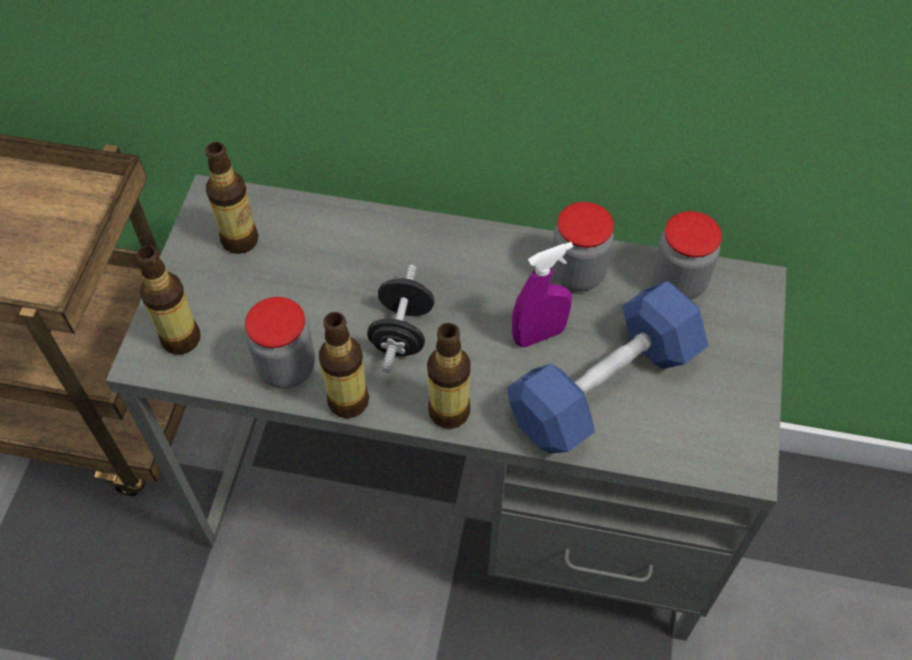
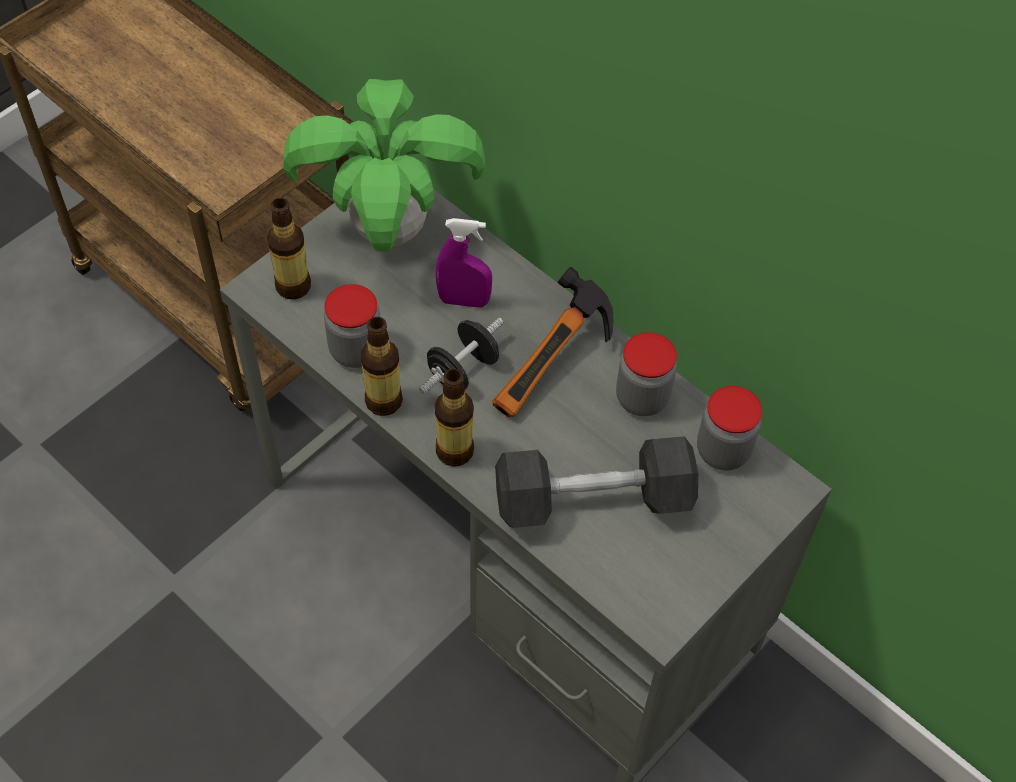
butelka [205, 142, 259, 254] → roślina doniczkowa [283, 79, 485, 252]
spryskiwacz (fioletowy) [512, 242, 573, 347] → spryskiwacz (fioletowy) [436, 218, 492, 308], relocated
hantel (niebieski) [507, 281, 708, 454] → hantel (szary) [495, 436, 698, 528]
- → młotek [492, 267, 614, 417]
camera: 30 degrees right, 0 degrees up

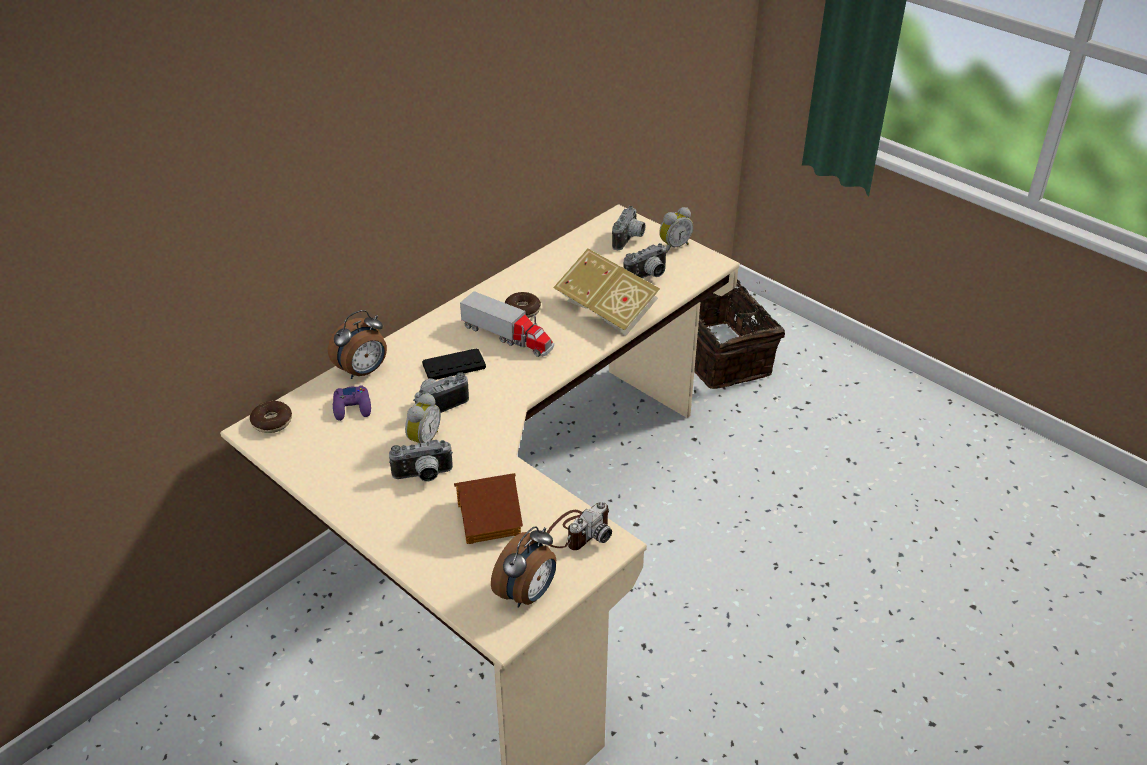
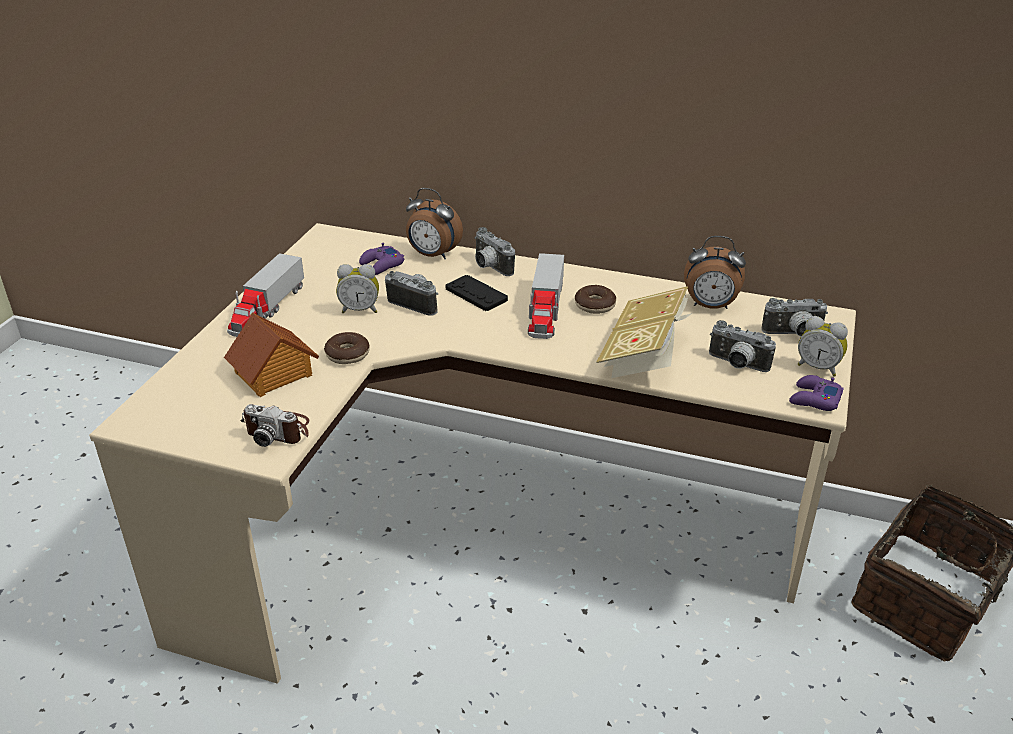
donut [250, 401, 292, 433] → donut [324, 332, 370, 364], relocated
aparat fotograficzny [389, 440, 453, 482] → aparat fotograficzny [475, 227, 515, 276], relocated
budzik [491, 526, 556, 608] → budzik [684, 236, 746, 309], relocated
- → ciężarówka zabawkowa [227, 253, 304, 337]
- → pad do gier (fioletowy) [789, 375, 844, 411]
camera: 65 degrees right, 5 degrees down

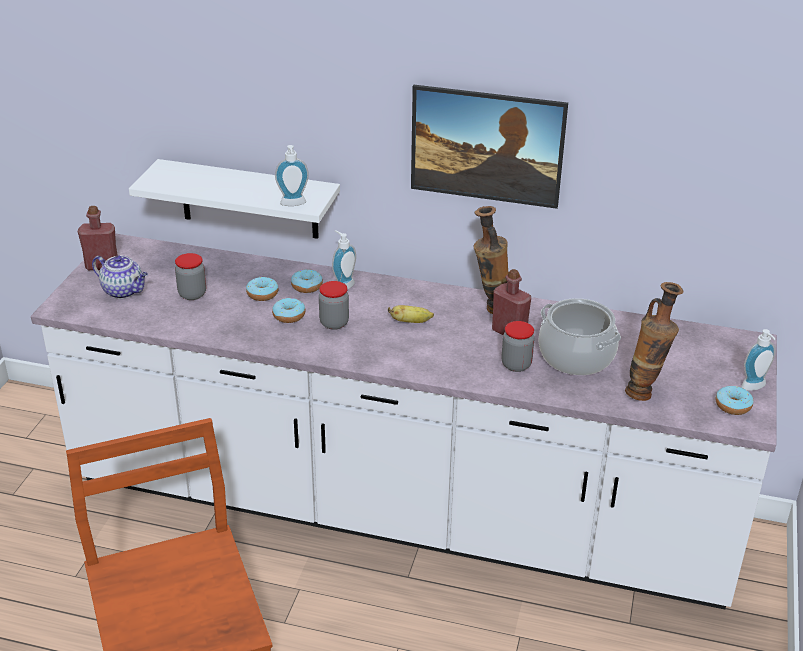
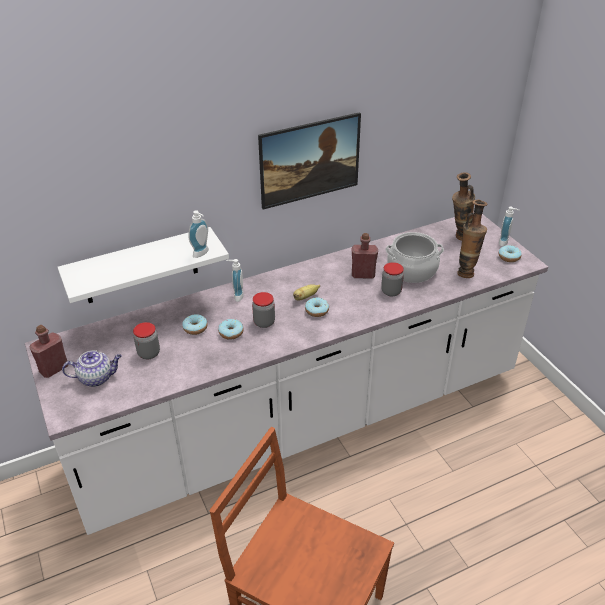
wazon [474, 206, 509, 314] → wazon [452, 172, 475, 241], relocated
donut [291, 269, 323, 293] → donut [305, 297, 329, 317], relocated
camera: 40 degrees left, 5 degrees up

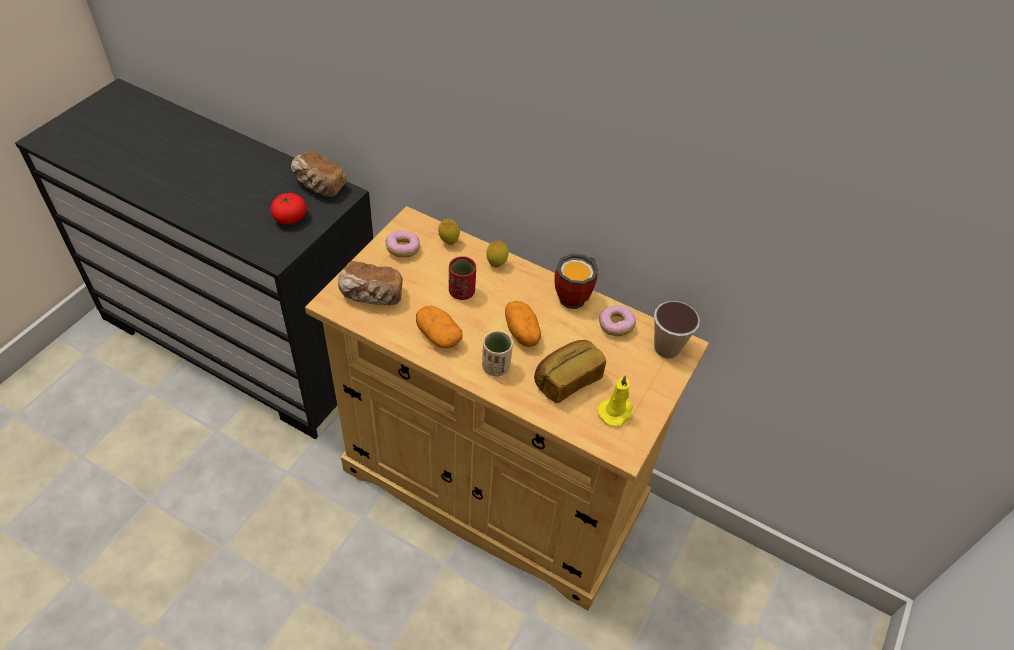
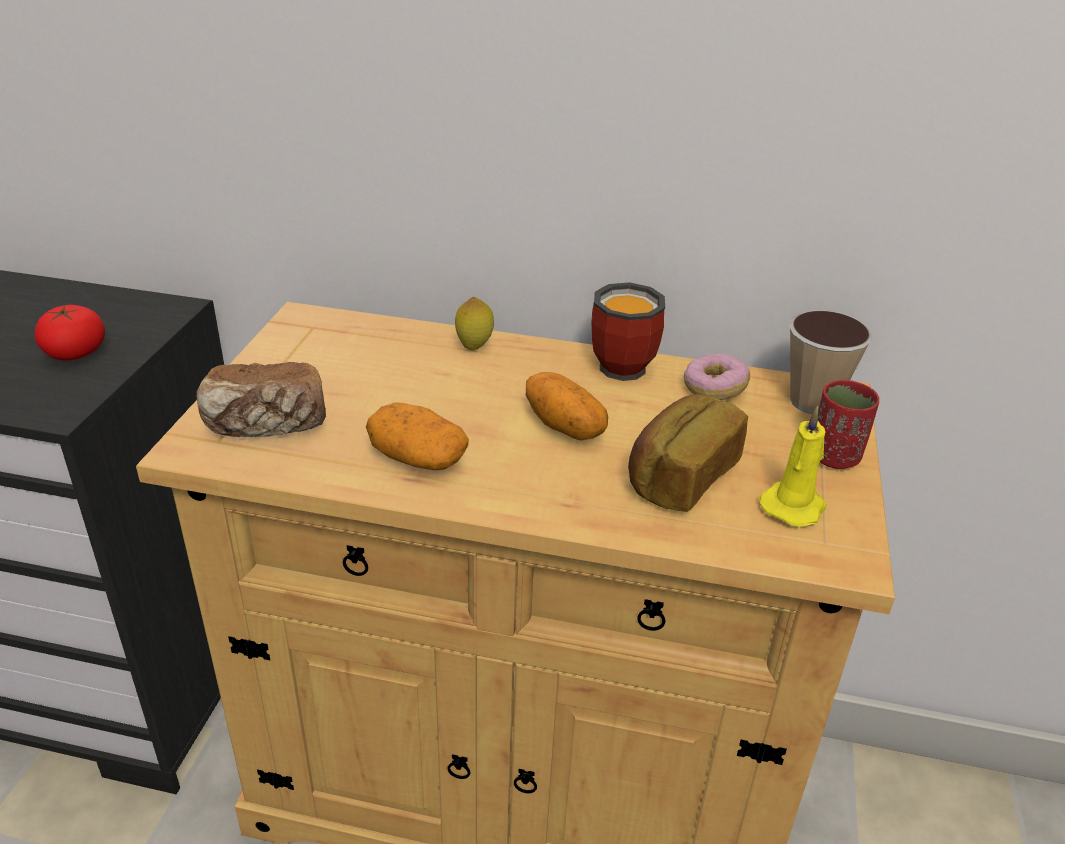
chleb [291, 151, 347, 197] → -
cytryna [438, 219, 460, 245] → -
donut [385, 231, 420, 258] → -
filiżanka (czerwony) [449, 256, 476, 300] → filiżanka (czerwony) [818, 379, 879, 469], relocated
filiżanka (beżowy) [482, 330, 513, 377] → -
camera: 15 degrees left, 15 degrees down

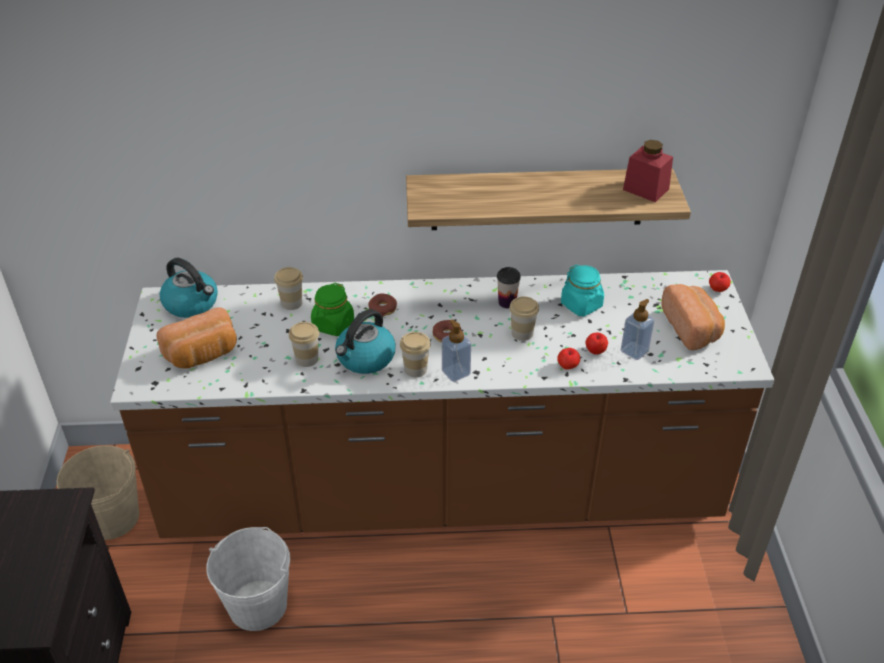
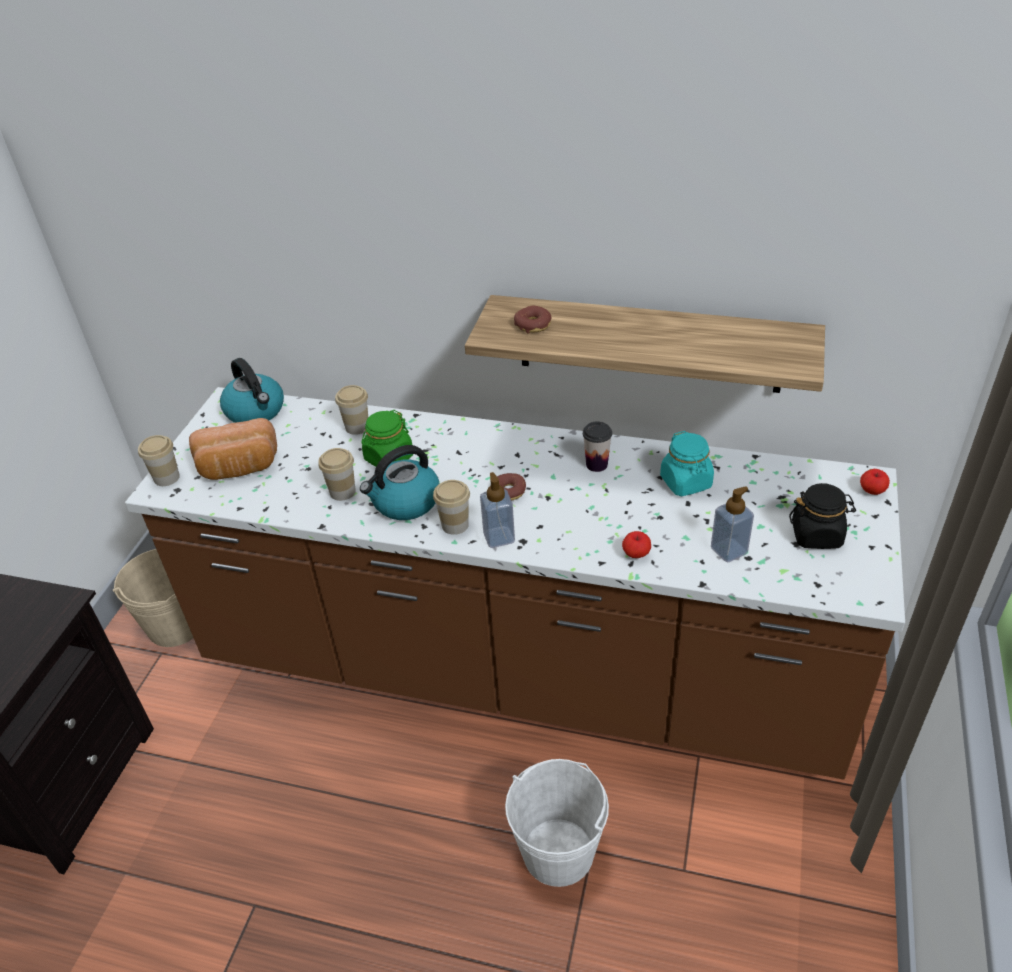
słoik (czerwony) [623, 140, 673, 202] → -
chleb [662, 284, 725, 351] → słoik (czarny) [789, 483, 856, 549]
donut [368, 293, 397, 317] → donut [514, 306, 552, 334], relocated
filiżanka [509, 296, 539, 341] → filiżanka [138, 435, 180, 486], relocated
jabłko [585, 333, 608, 355] → -
wiadro (biały) [206, 527, 290, 631] → wiadro (biały) [505, 759, 609, 887], relocated
camera: 20 degrees right, 0 degrees up

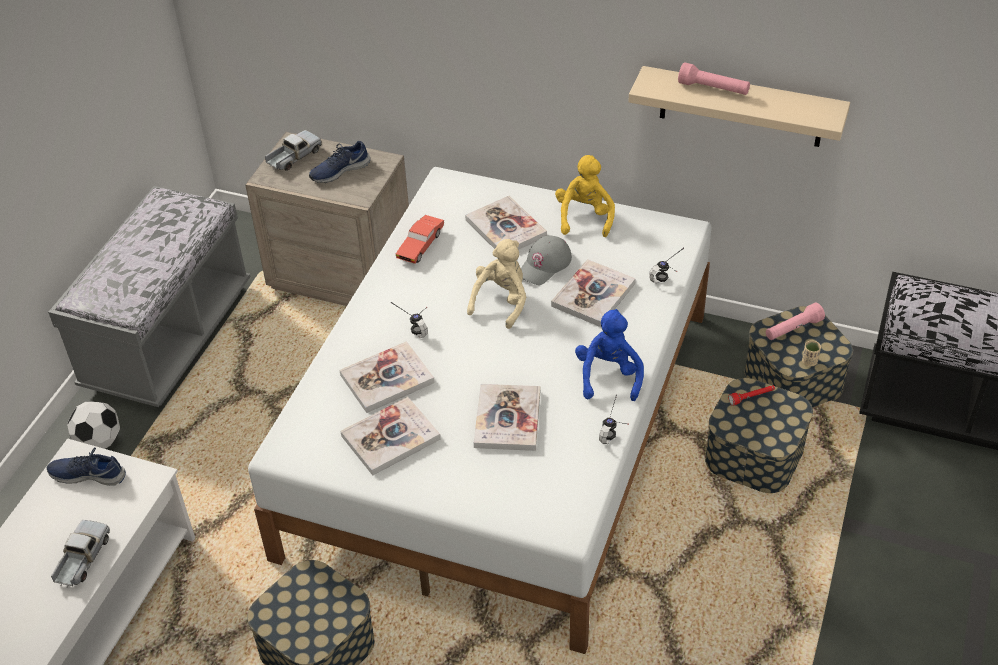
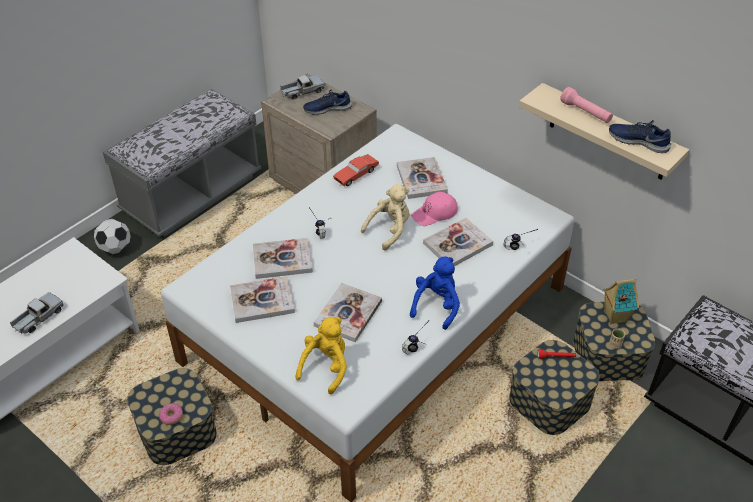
pluszak (żółty) [555, 155, 615, 237] → pluszak (żółty) [295, 317, 347, 395], relocated
czapka z daszkiem (szary) [521, 236, 572, 285] → czapka z daszkiem (różowy) [411, 192, 458, 226]
latarka (różowy) [766, 303, 825, 340] → domek [603, 279, 639, 325]
but (niebieski) [47, 447, 126, 486] → but (niebieski) [609, 120, 671, 153], relocated
- → donut [159, 403, 183, 425]
camera: 20 degrees right, 0 degrees up

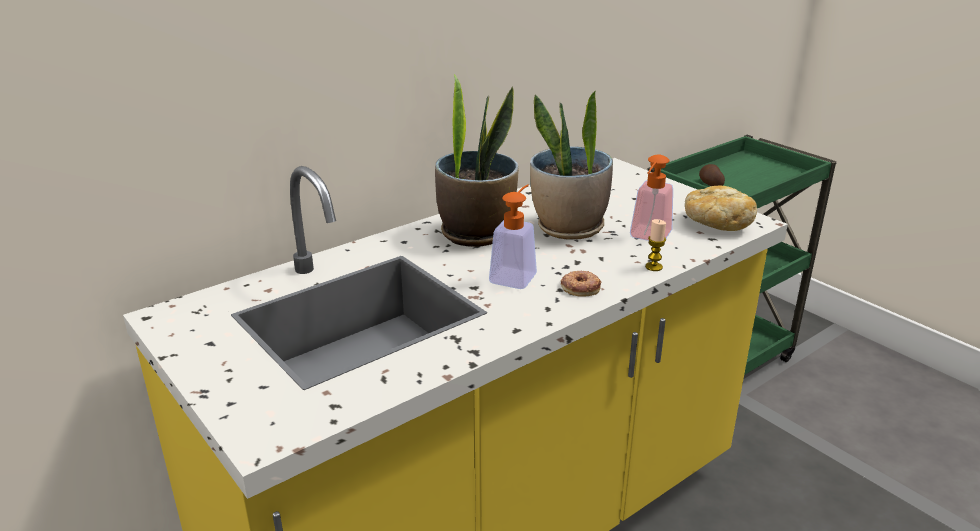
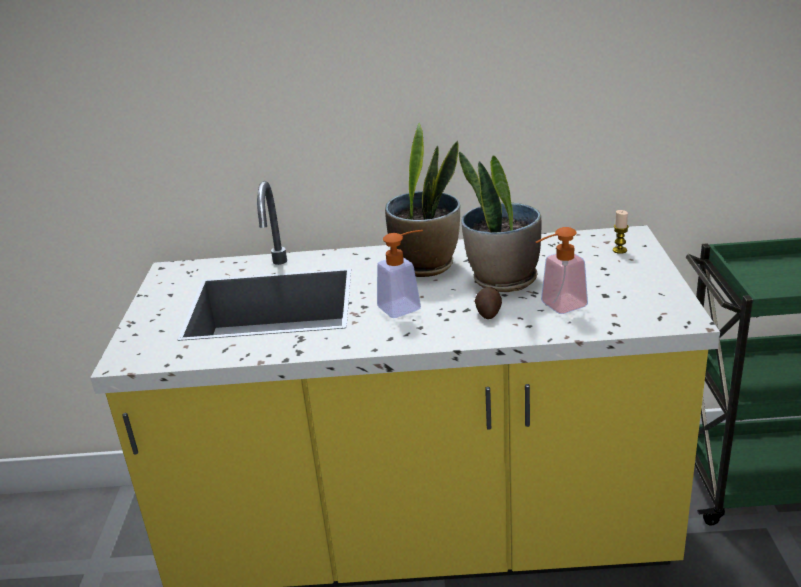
ziemniak [699, 164, 725, 186] → ziemniak [475, 287, 502, 319], relocated
chleb [685, 186, 757, 231] → -
świeca [645, 219, 666, 271] → świeca [613, 210, 629, 254], relocated
donut [561, 271, 601, 297] → -
camera: 40 degrees right, 0 degrees up

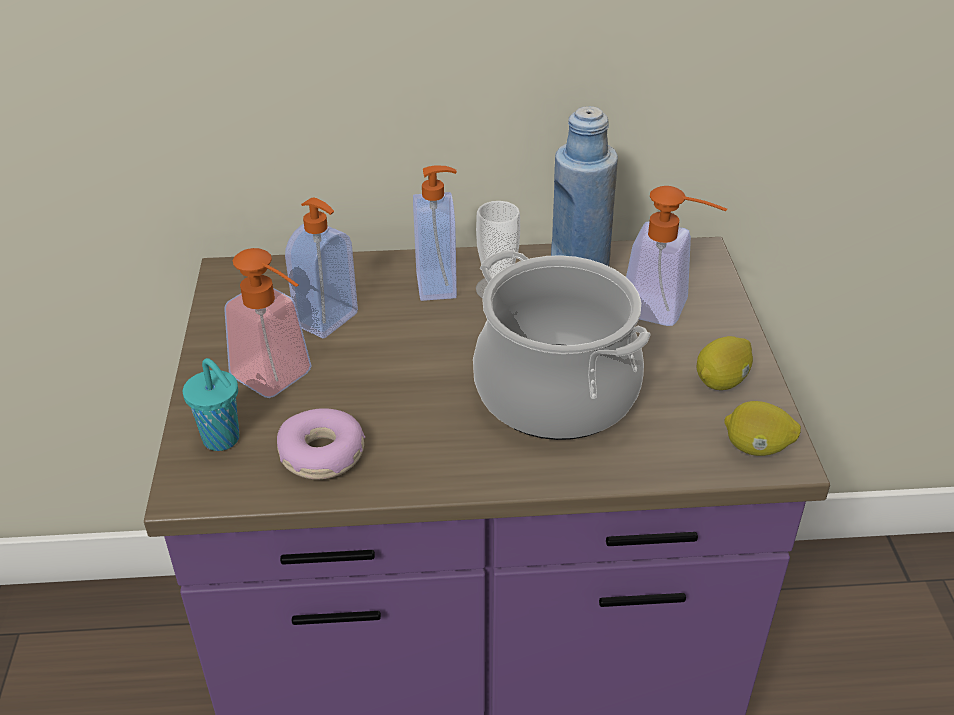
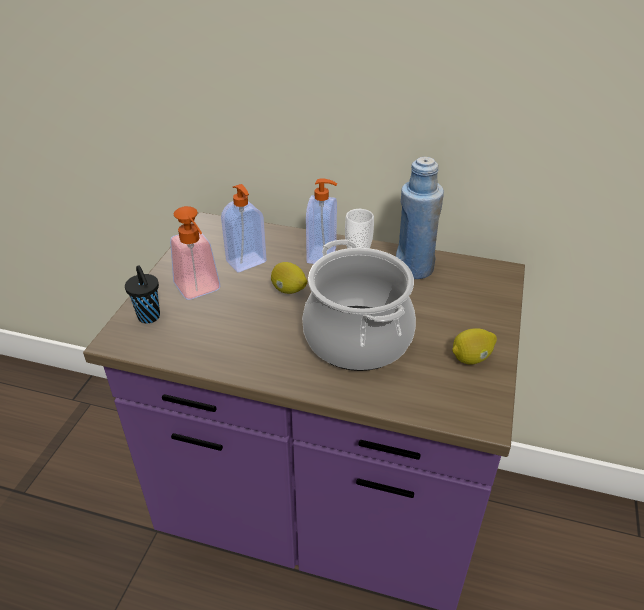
dozownik mydła [626, 186, 727, 326] → -
filiżanka (turkusowy) [183, 358, 239, 451] → filiżanka (czarny) [125, 265, 160, 323]
cytryna [724, 401, 801, 456] → cytryna [271, 262, 307, 294], relocated
donut [277, 408, 365, 480] → -
camera: 20 degrees right, 0 degrees up

